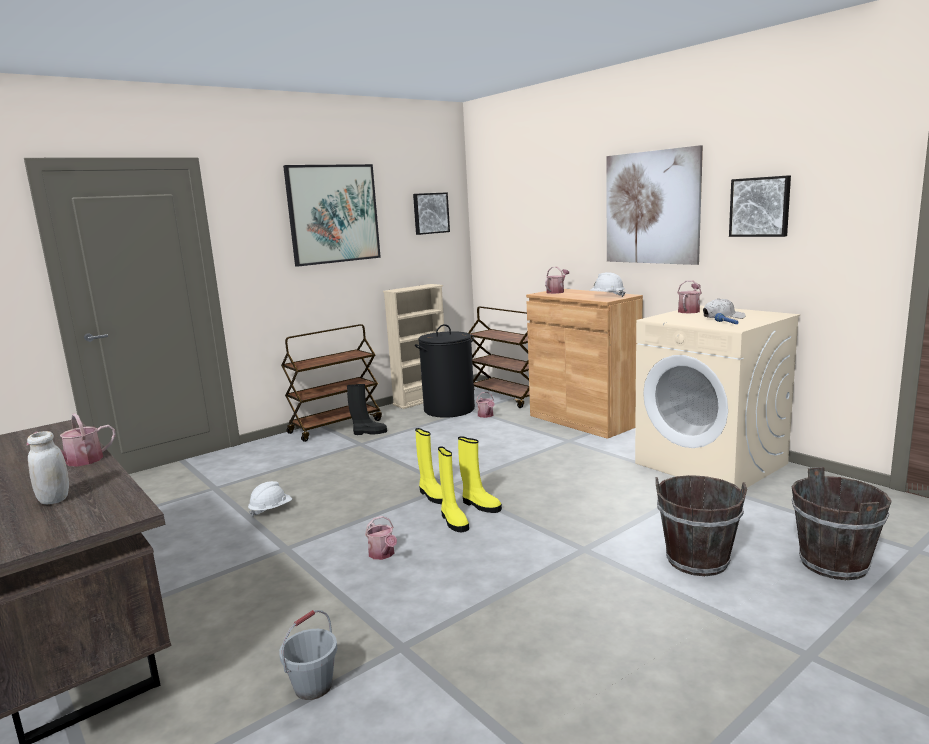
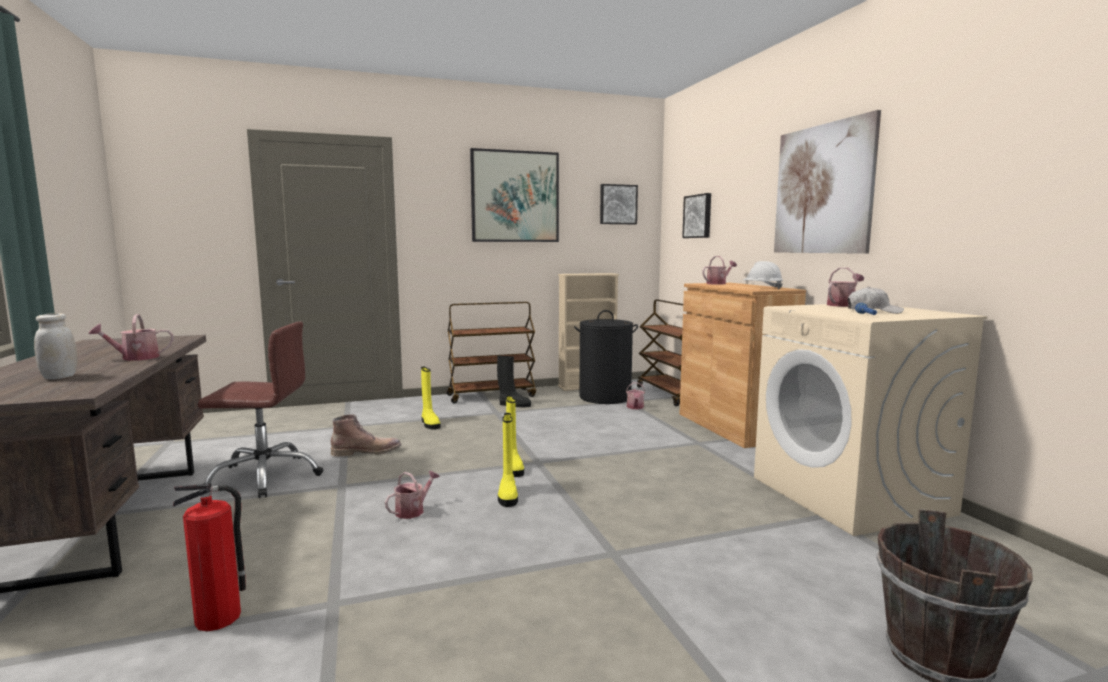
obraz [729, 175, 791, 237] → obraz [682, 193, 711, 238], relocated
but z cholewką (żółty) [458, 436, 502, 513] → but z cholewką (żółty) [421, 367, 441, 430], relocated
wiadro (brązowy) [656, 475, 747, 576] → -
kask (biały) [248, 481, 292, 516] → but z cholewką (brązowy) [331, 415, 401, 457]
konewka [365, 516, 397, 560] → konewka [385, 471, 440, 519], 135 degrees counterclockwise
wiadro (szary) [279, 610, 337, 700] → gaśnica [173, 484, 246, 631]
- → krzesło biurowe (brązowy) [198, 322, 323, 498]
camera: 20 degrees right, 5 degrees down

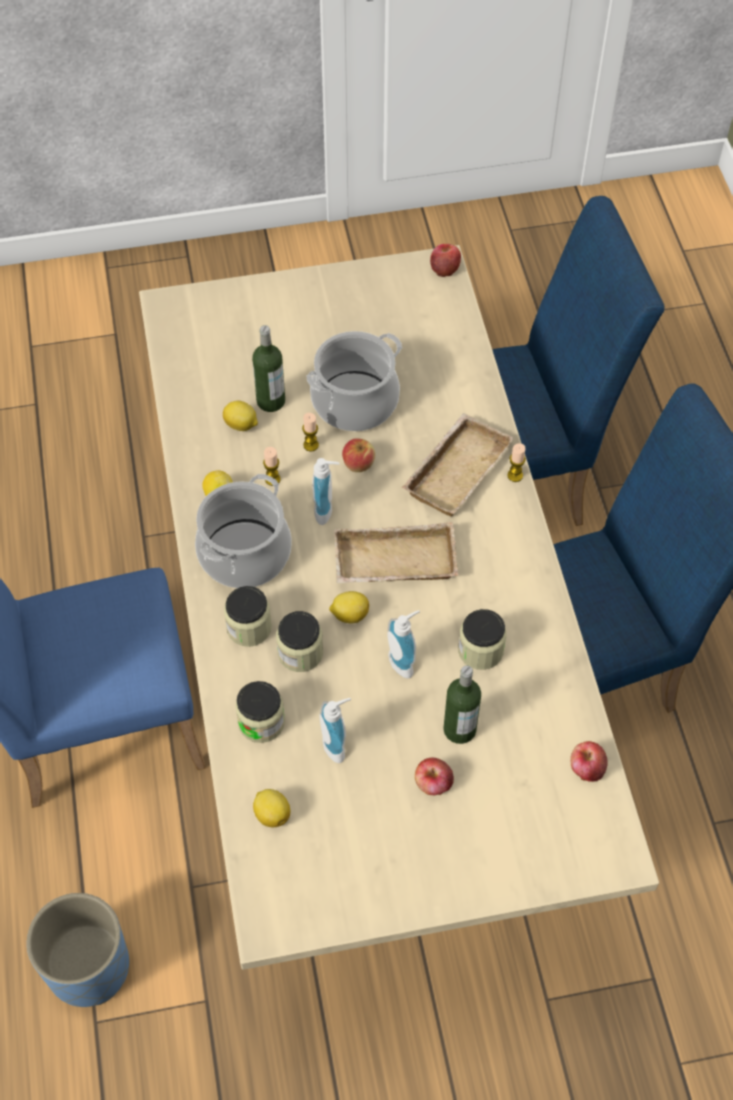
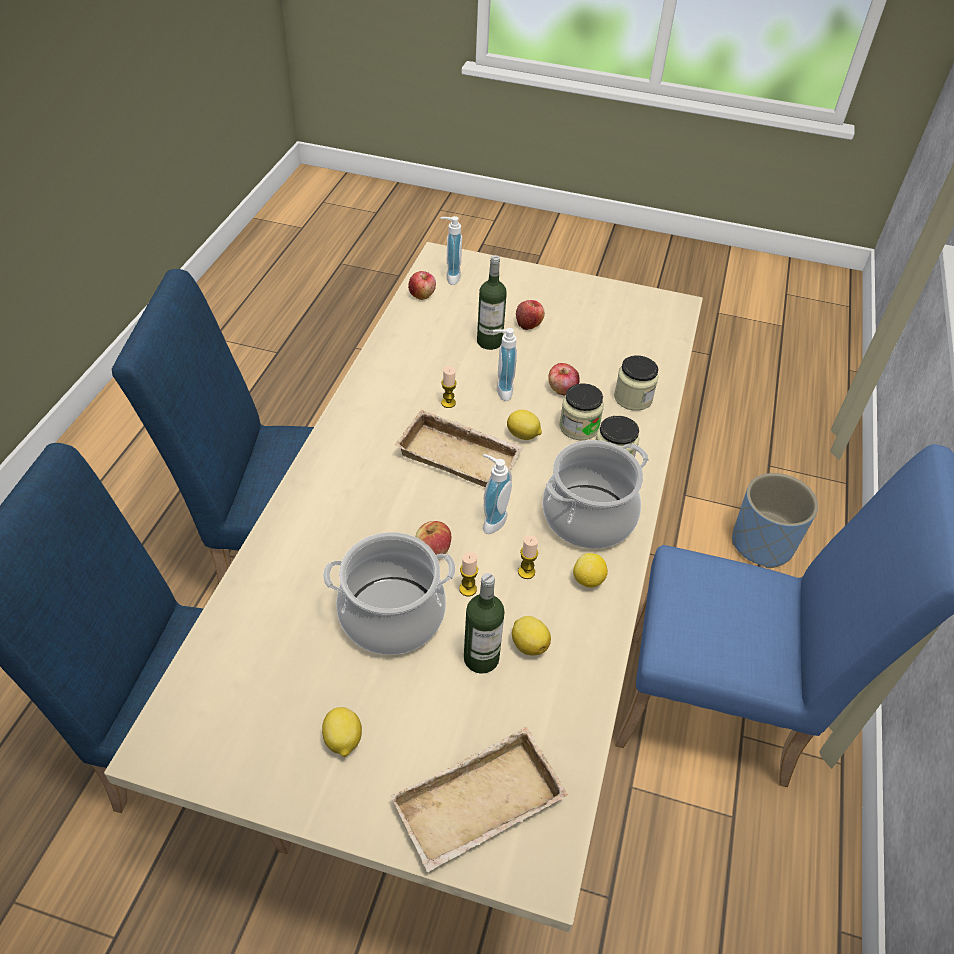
jabłko [430, 244, 461, 277] → jabłko [548, 363, 580, 396], relocated
taca (beżowy) [402, 413, 514, 517] → taca (beżowy) [391, 727, 568, 872], relocated
świeca [507, 443, 526, 482] → świeca [441, 366, 457, 408], relocated
słoik [458, 609, 506, 670] → -
dozownik mydła [319, 698, 351, 763] → dozownik mydła [440, 216, 462, 285], relocated
cytryna [253, 789, 290, 827] → cytryna [322, 707, 362, 757], relocated
camera: 155 degrees left, 10 degrees down

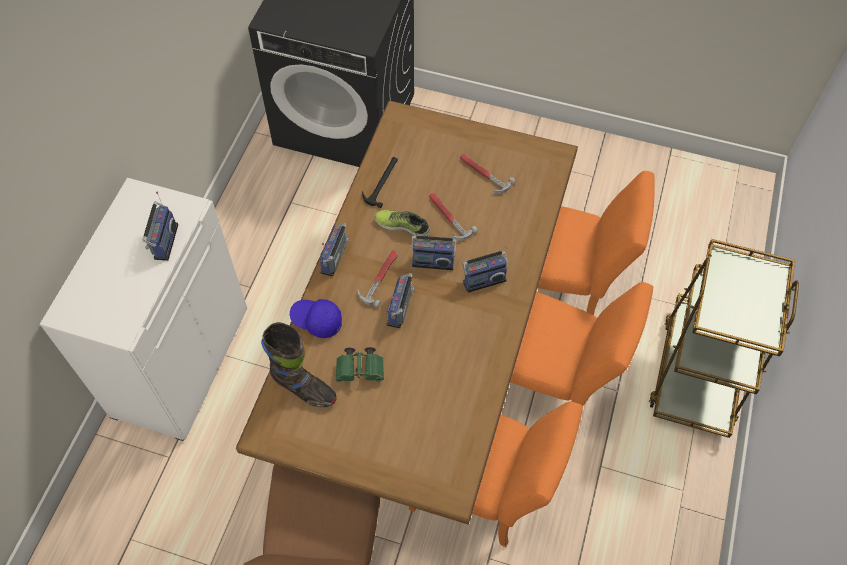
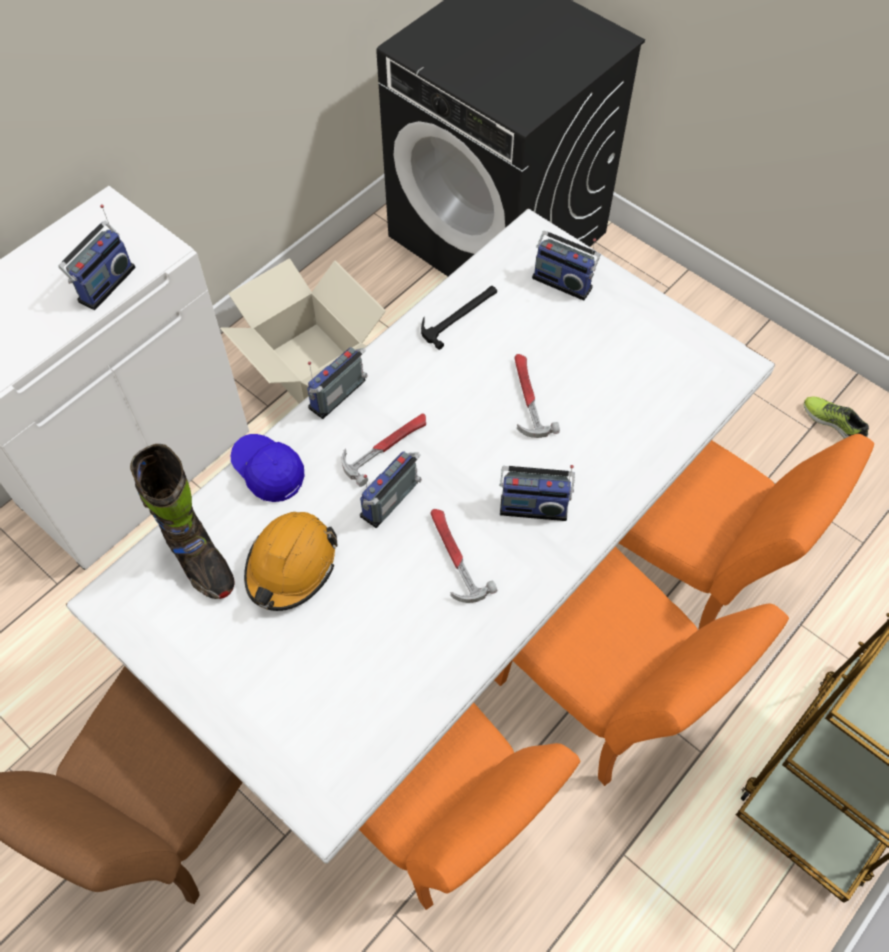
stół jadalny (brązowy) [236, 100, 578, 524] → stół jadalny (biały) [66, 209, 775, 864]
młotek [460, 154, 515, 194] → młotek [431, 509, 497, 603], relocated
but [375, 210, 431, 236] → but [804, 397, 869, 439], relocated
radio [411, 234, 457, 270] → radio [532, 231, 601, 301], relocated
lornetka (zielony) [335, 347, 384, 382] → kask (pomarańczowy) [244, 512, 338, 611]
- → karton [220, 258, 386, 404]
camera: 25 degrees right, 0 degrees up

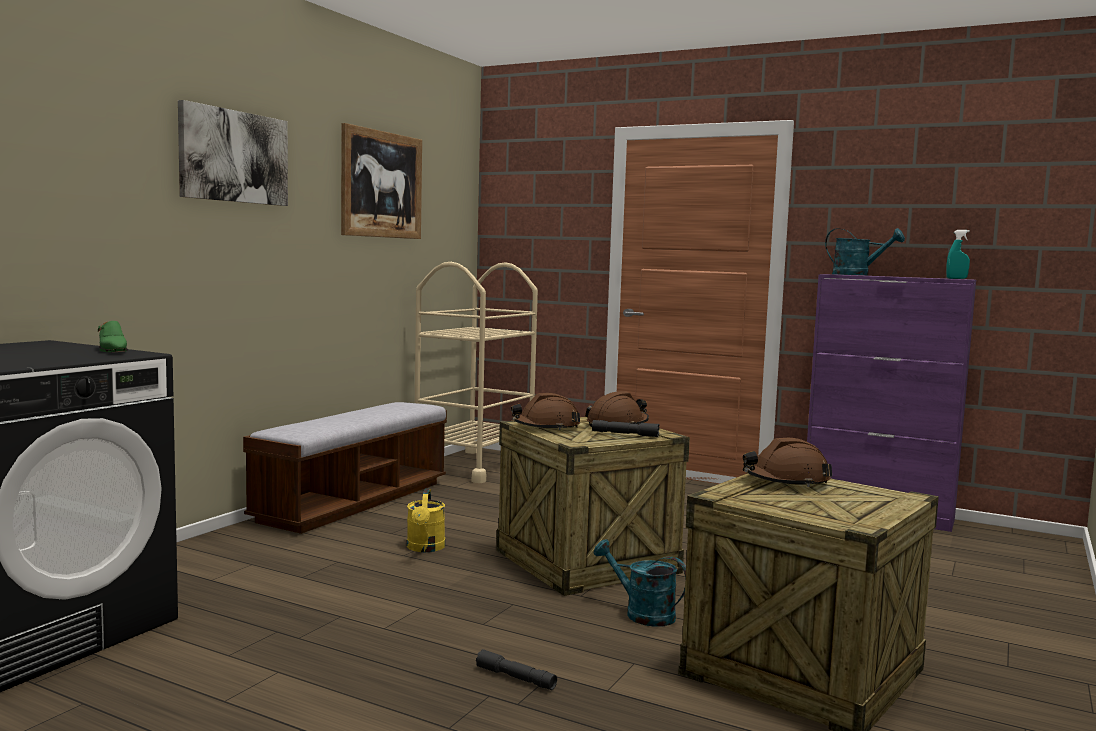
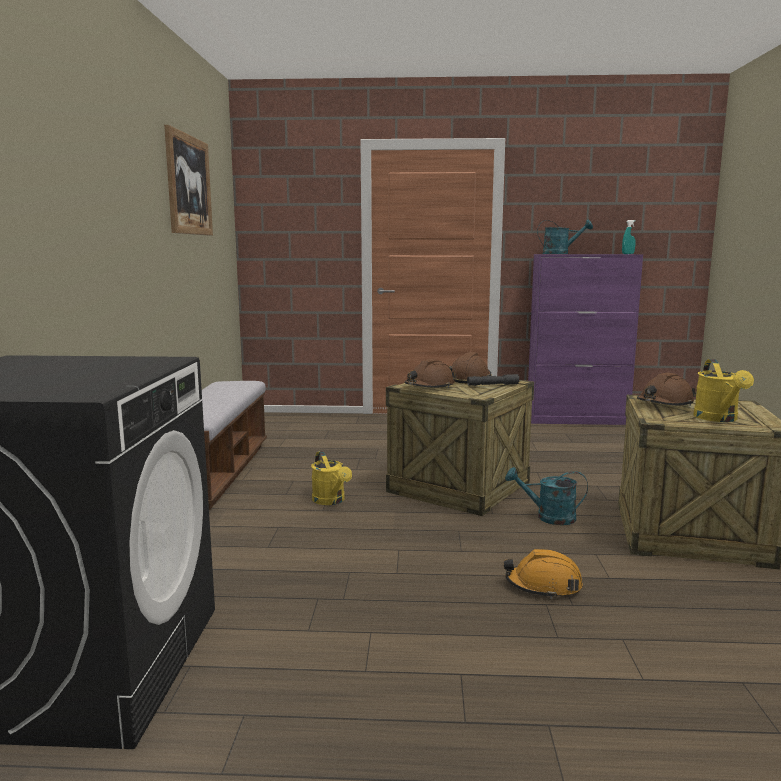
obraz [178, 100, 288, 206] → -
wózek (beżowy) [415, 262, 538, 483] → -
but (zielony) [98, 321, 127, 352] → -
latarka (szary) [476, 649, 557, 690] → kask (pomarańczowy) [503, 549, 583, 599]
- → konewka (żółty) [693, 359, 754, 422]
camera: 25 degrees left, 5 degrees up

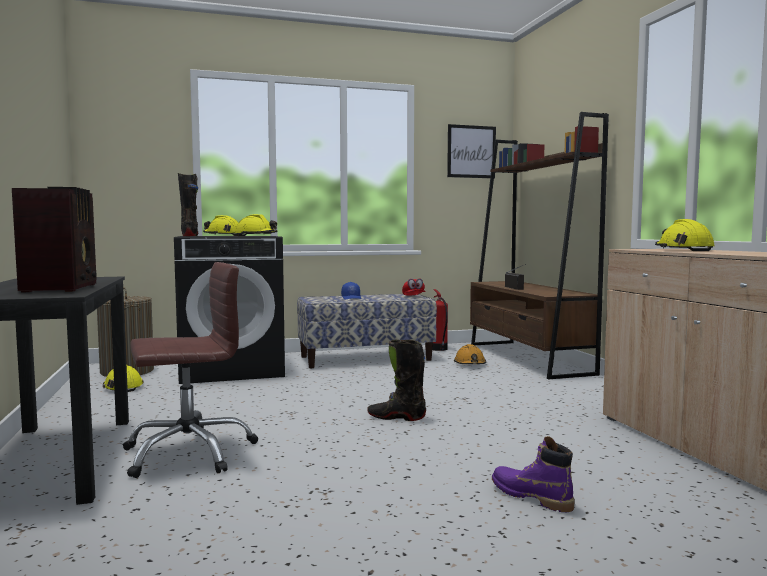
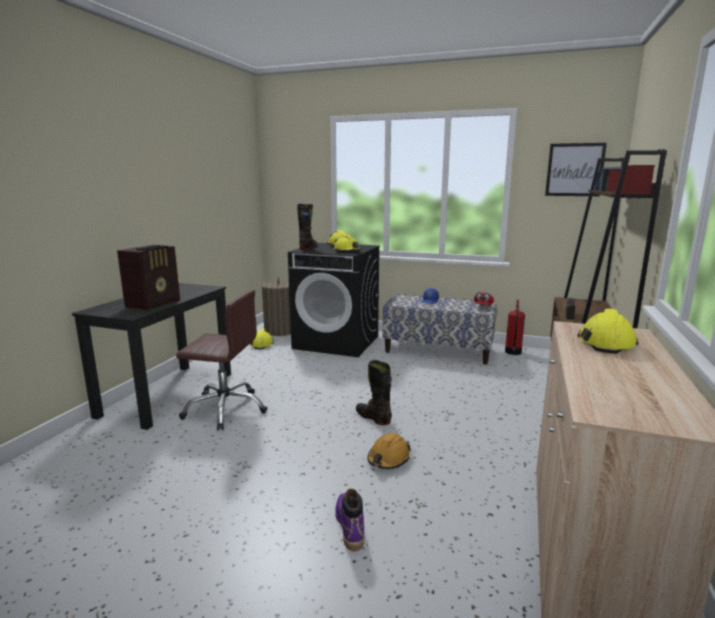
kask (pomarańczowy) [454, 344, 486, 364] → kask (pomarańczowy) [367, 433, 411, 469], relocated
camera: 35 degrees right, 10 degrees up

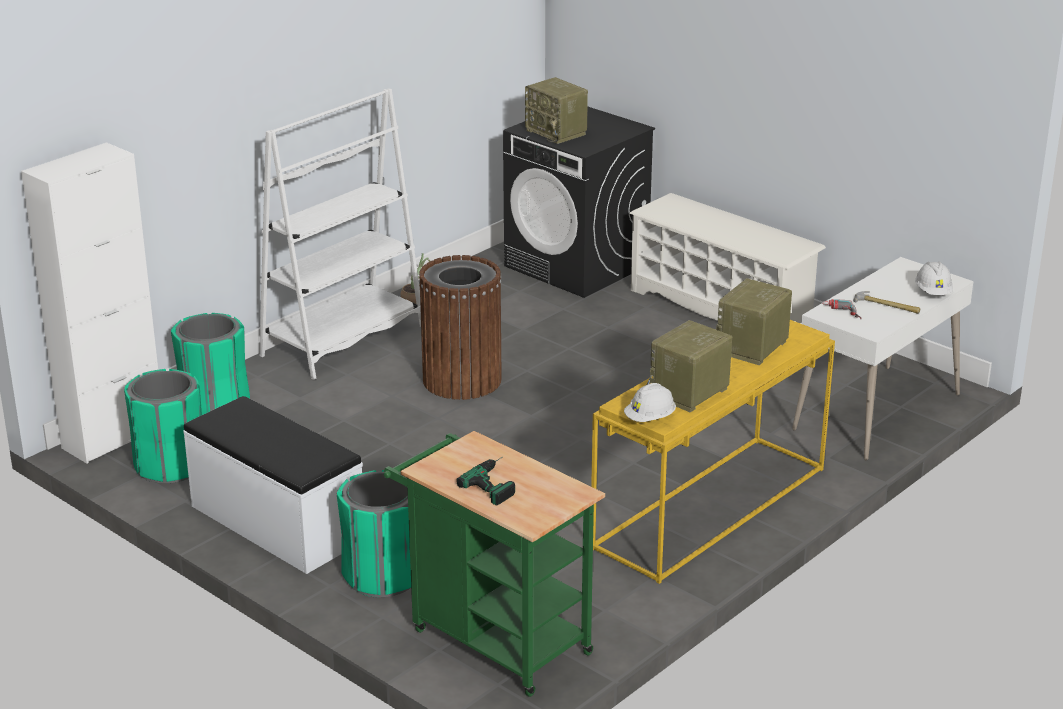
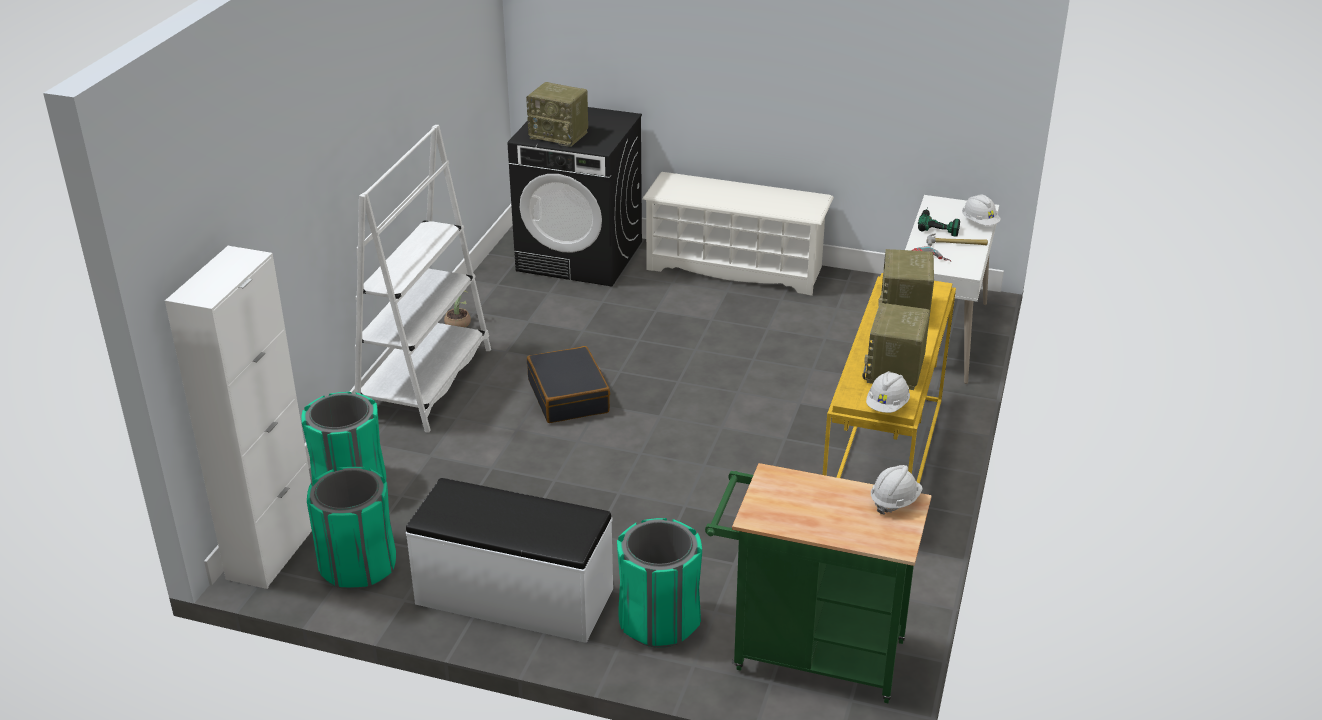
kosz na śmieci (brązowy) [419, 255, 502, 400] → walizka (czarny) [527, 346, 610, 423]
wiertarka [457, 457, 515, 506] → wiertarka [918, 207, 960, 237], relocated
- → kask (biały) [871, 465, 923, 515]
camera: 25 degrees left, 5 degrees up

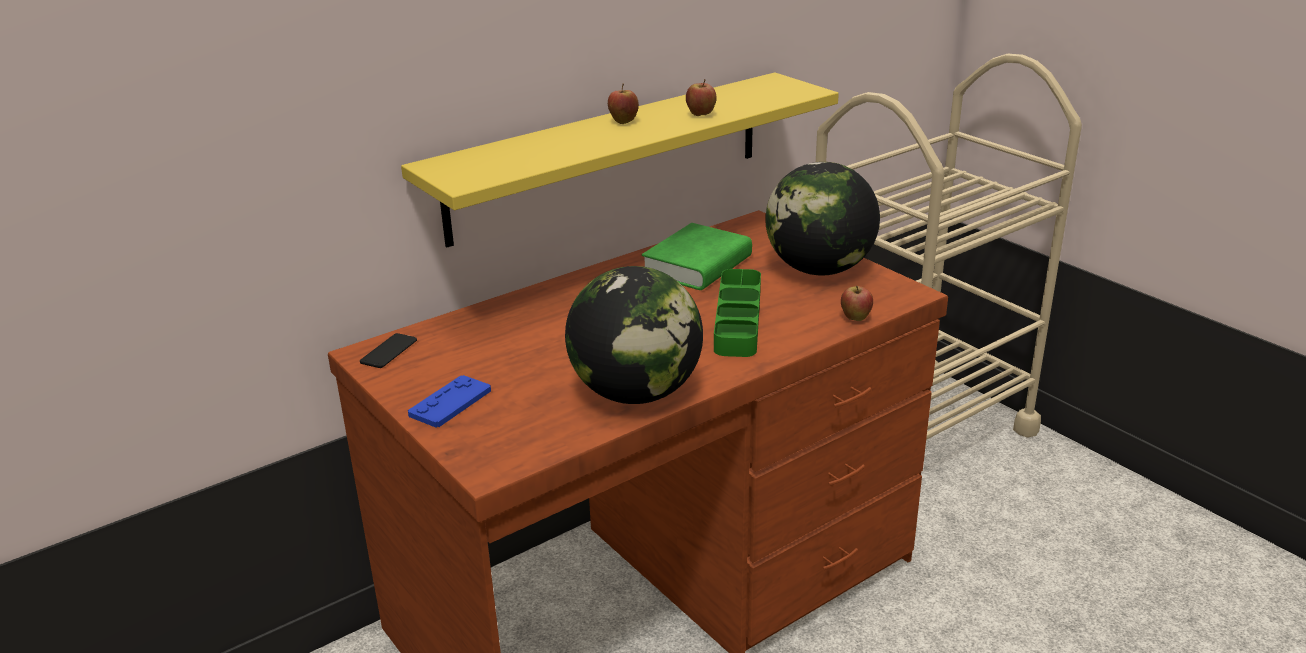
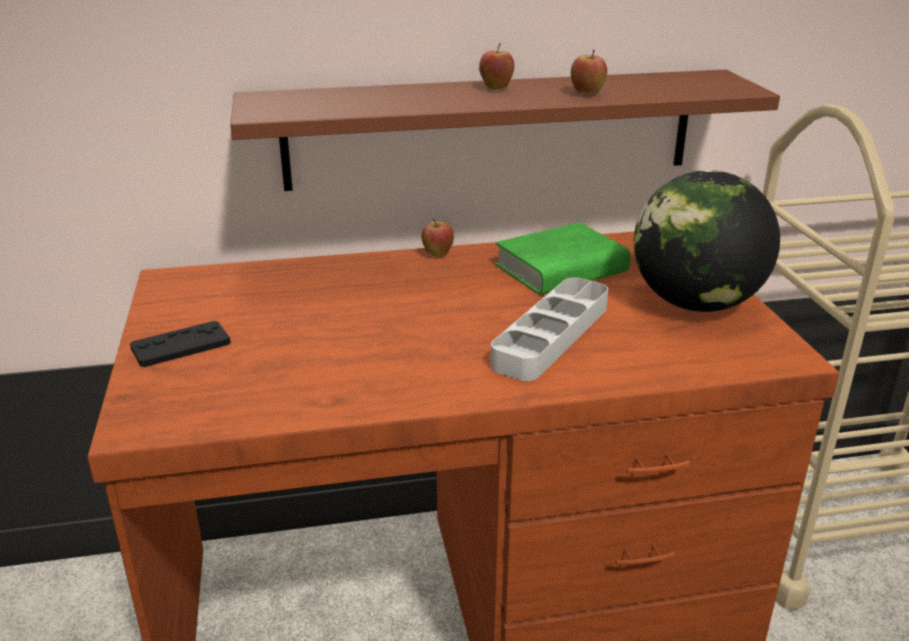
półka (żółty) [401, 72, 839, 247] → półka (brązowy) [230, 70, 780, 191]
globus [565, 266, 703, 404] → -
taca (zielony) [714, 269, 761, 357] → taca (szary) [491, 277, 608, 381]
jabłko [841, 285, 873, 321] → jabłko [422, 219, 454, 257], relocated
telefon [360, 333, 417, 368] → -
pad do gier (niebieski) [408, 375, 491, 427] → pad do gier (czarny) [130, 321, 231, 367]
camera: 25 degrees right, 0 degrees up

